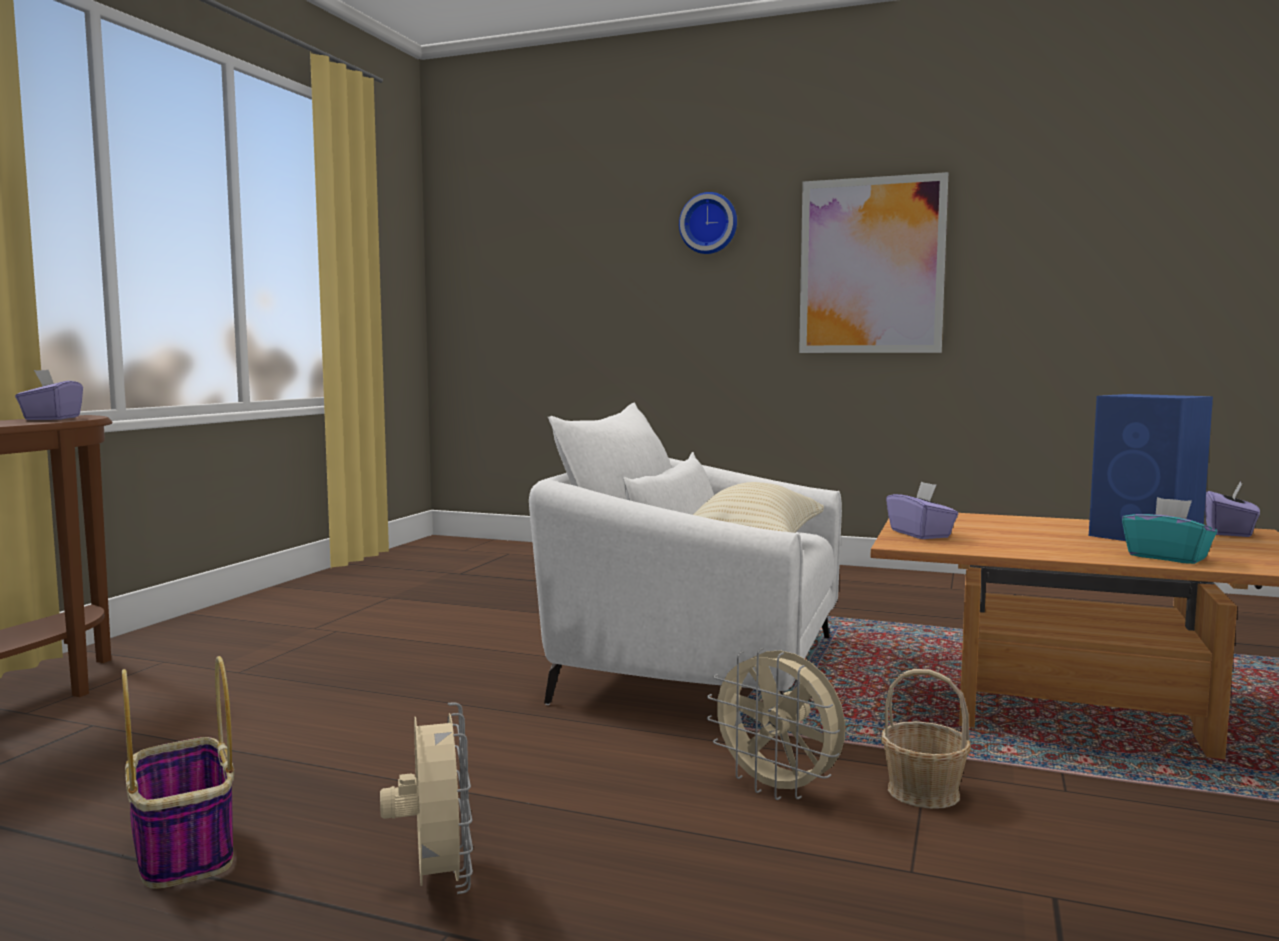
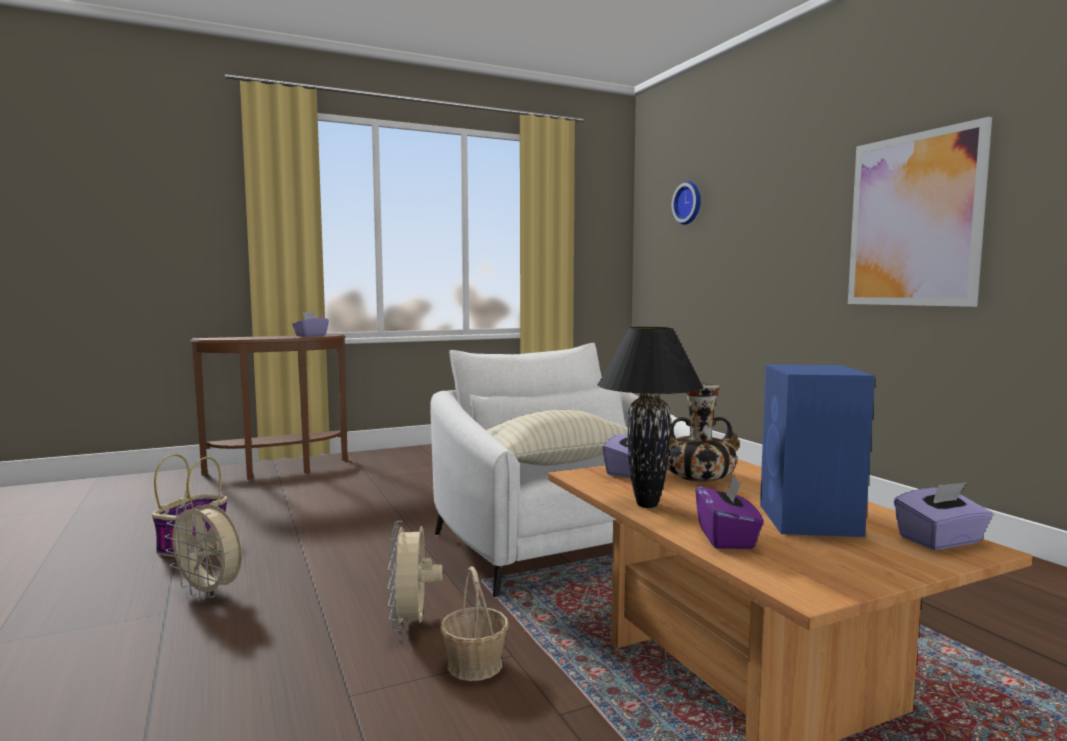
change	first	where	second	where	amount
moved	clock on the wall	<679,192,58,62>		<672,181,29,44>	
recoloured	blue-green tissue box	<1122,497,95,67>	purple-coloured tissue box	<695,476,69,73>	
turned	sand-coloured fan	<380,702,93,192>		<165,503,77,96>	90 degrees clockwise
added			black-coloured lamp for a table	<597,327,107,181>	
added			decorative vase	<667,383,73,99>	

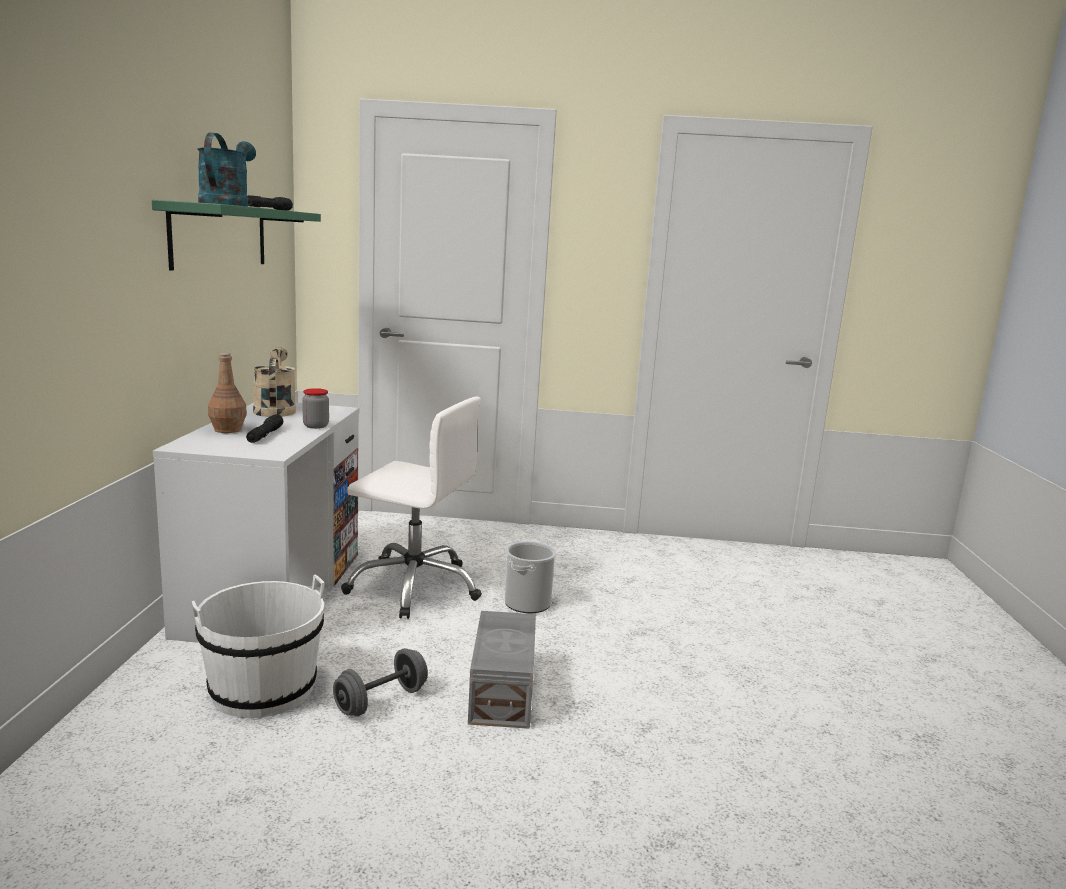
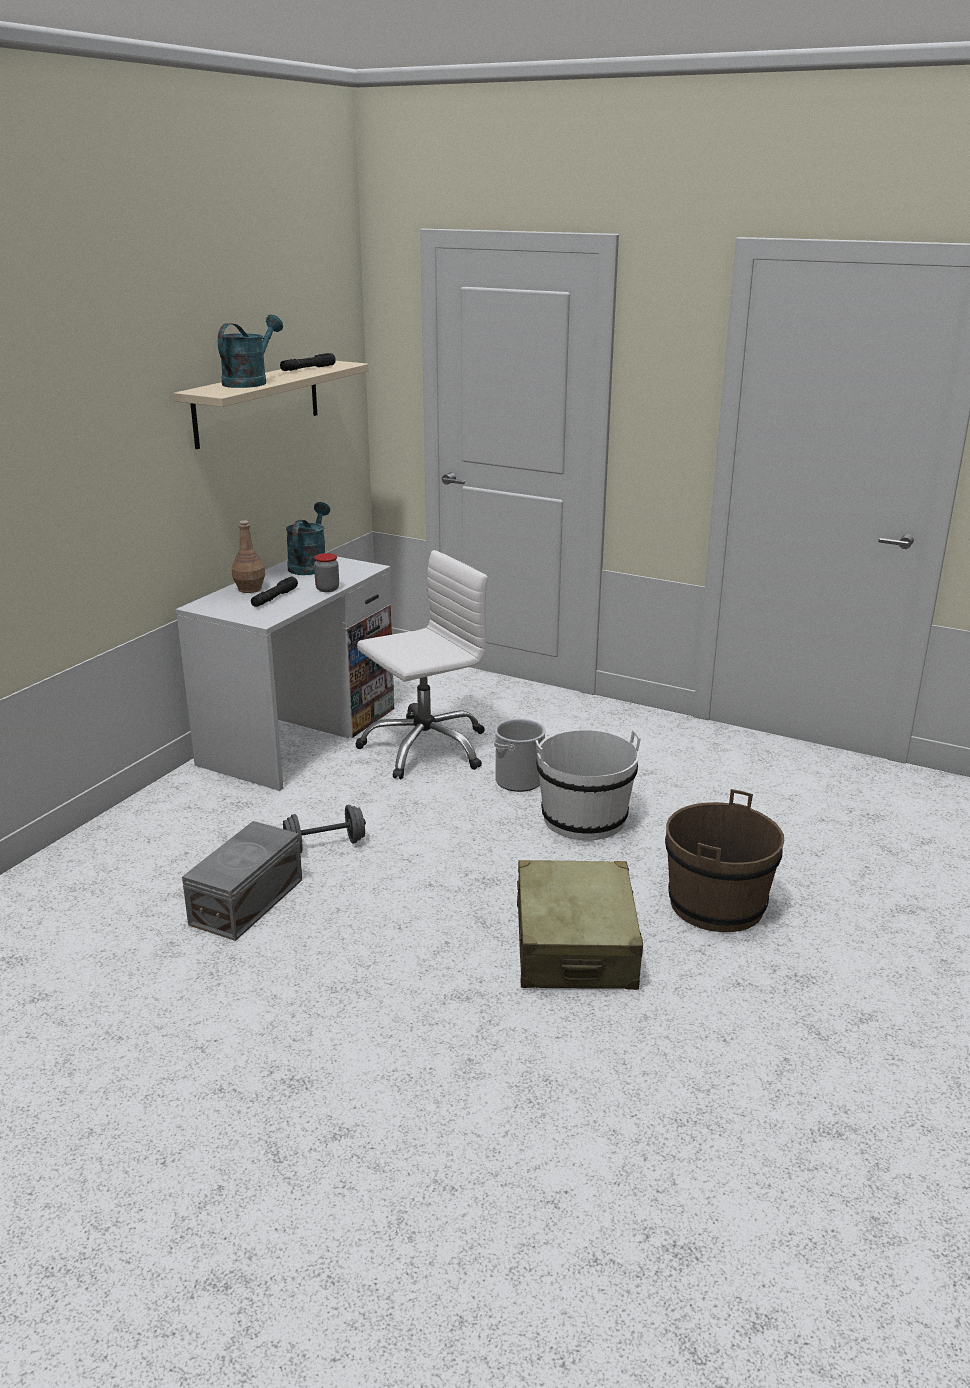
change	first	where	second	where	amount
recoloured	greenish wall shelf	<152,200,169,71>	sand-coloured wall shelf	<174,361,195,88>	
recoloured	sand-coloured sprinkling can	<253,347,43,70>	blue-green sprinkling can	<286,502,44,73>	
turned	white-coloured desk chair	<341,397,141,222>		<355,550,133,230>	75 degrees counterclockwise
moved	white-coloured pail	<192,575,132,143>		<535,729,106,112>	
moved	greyish storage container	<468,611,68,118>		<182,821,120,120>	
added			brown pail	<665,789,119,143>	
added			sand-coloured travel case	<517,860,126,130>	

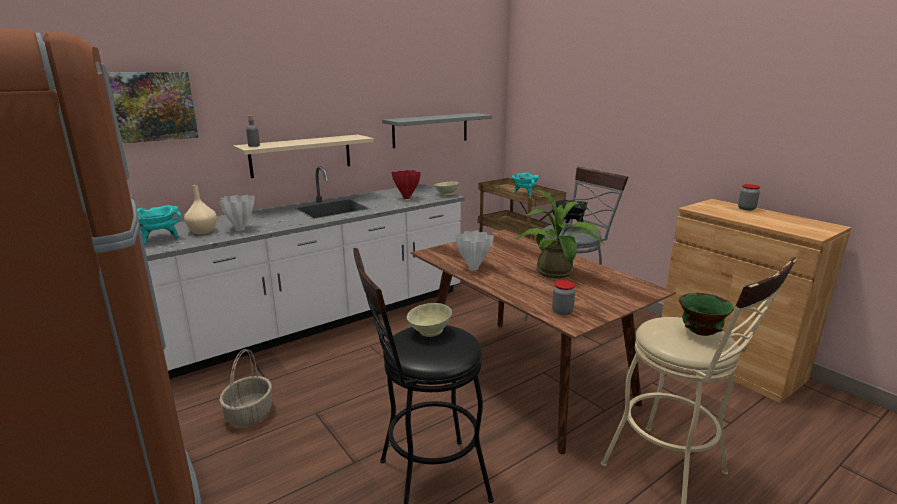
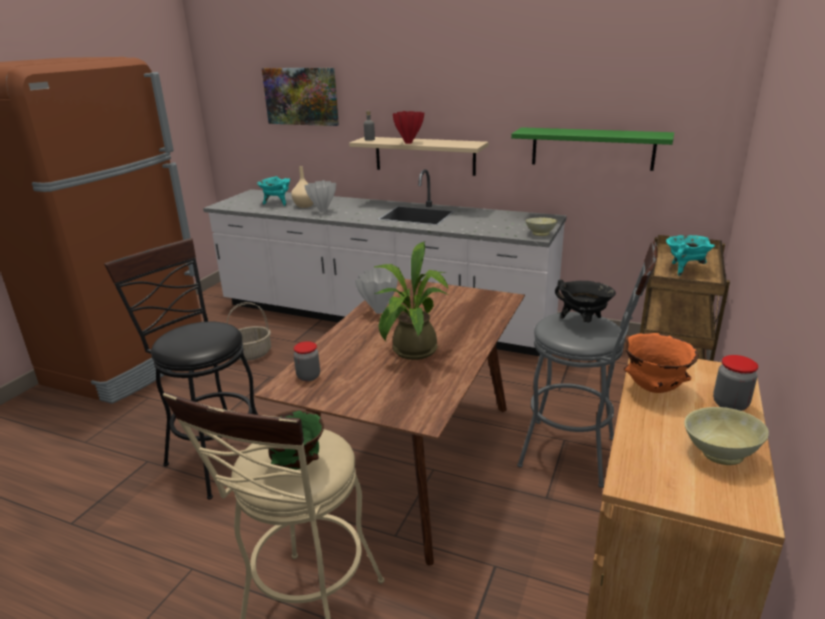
change	first	where	second	where	amount
recoloured	greyish wall shelf	<382,113,110,35>	greenish wall shelf	<511,127,163,44>	
moved	reddish decorative vase	<392,170,28,29>		<393,111,31,33>	
moved	sand-coloured deep dish	<407,303,45,34>		<684,407,85,58>	
added			orangey deep dish	<624,333,75,60>	

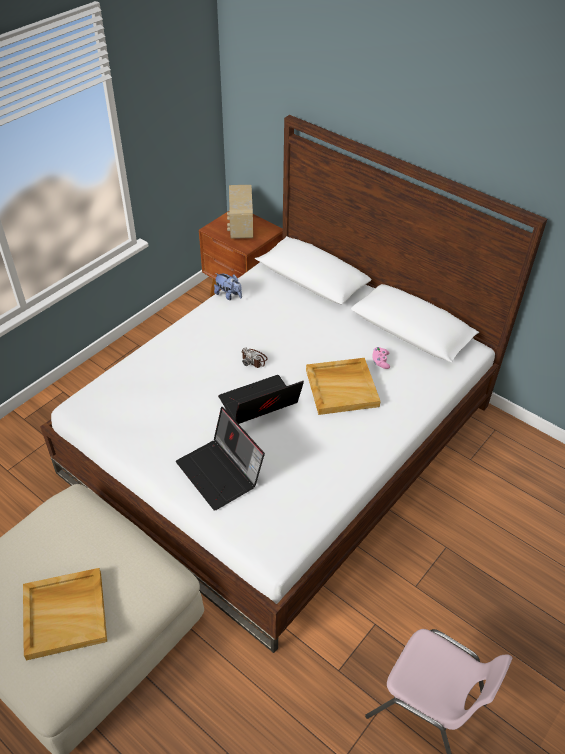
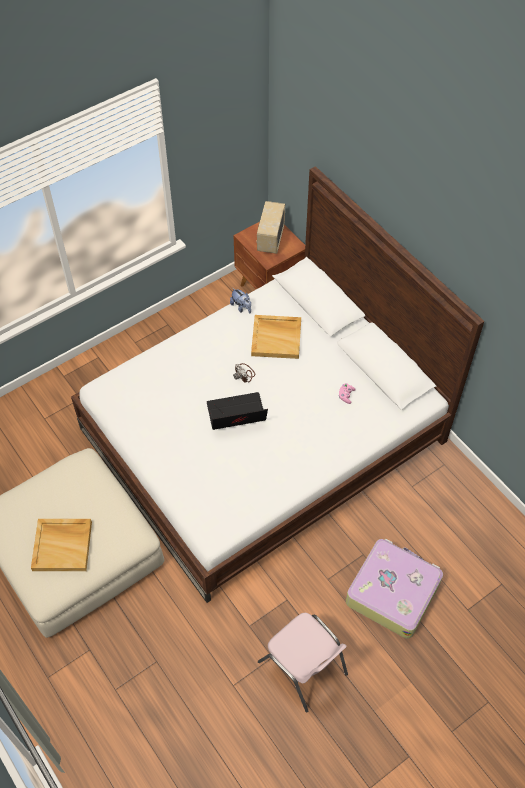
change	first	where	second	where	amount
moved	sand-coloured tray	<306,358,75,57>		<251,315,50,44>	
removed	notebook computer	<176,407,89,104>			
added			travel case	<346,539,97,100>	

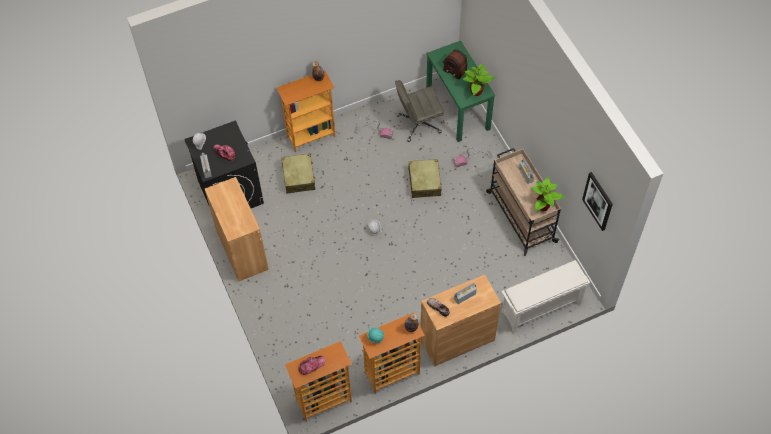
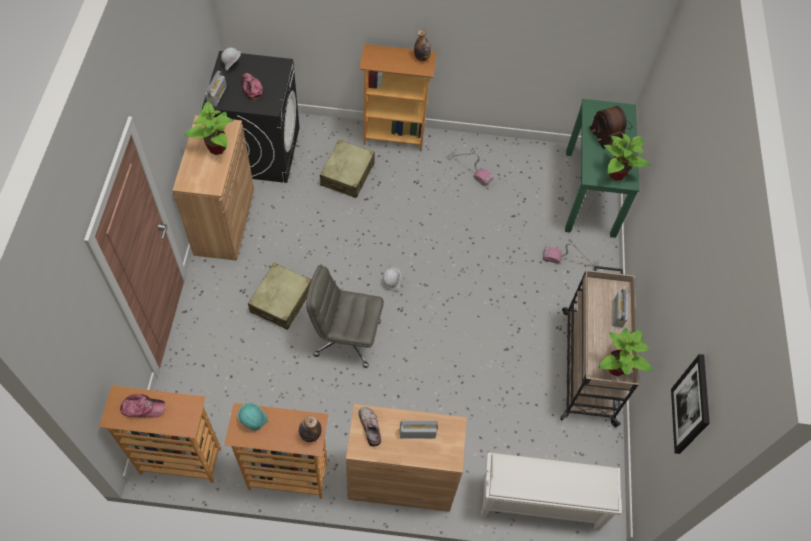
change	first	where	second	where	amount
moved	greyish desk chair	<395,80,49,62>		<306,265,78,103>	
moved	sand-coloured travel case	<409,159,33,39>		<248,263,63,67>	
added			plant in a pot	<184,101,50,54>	

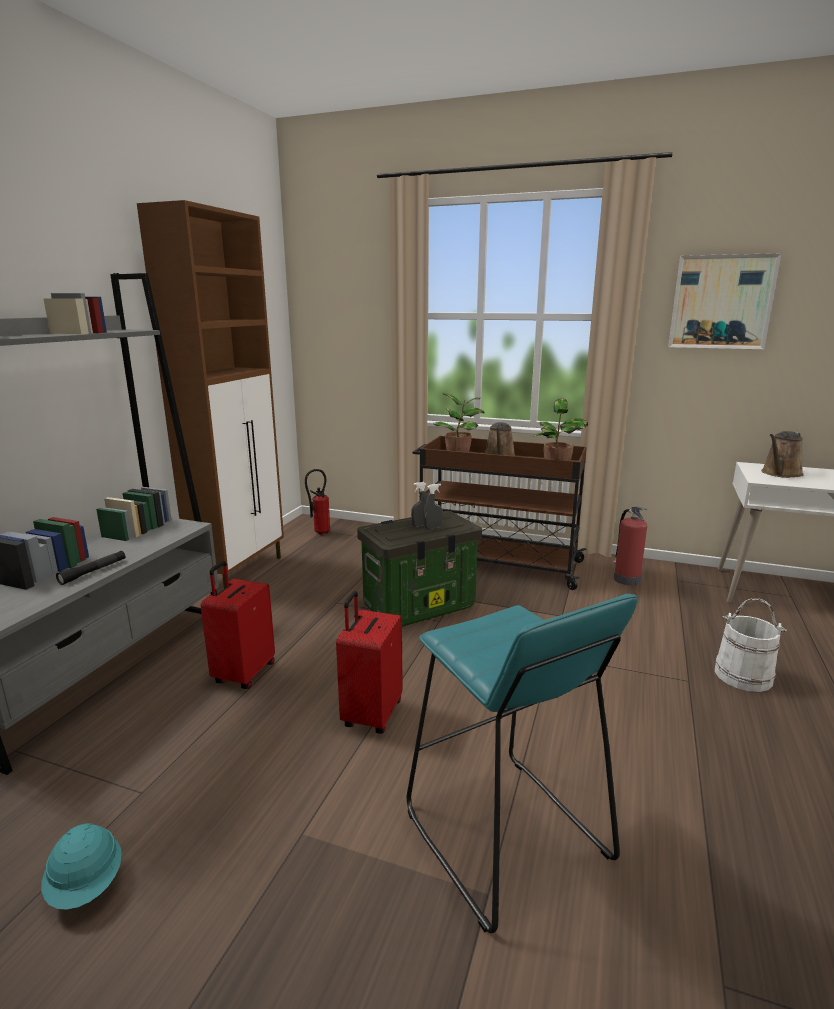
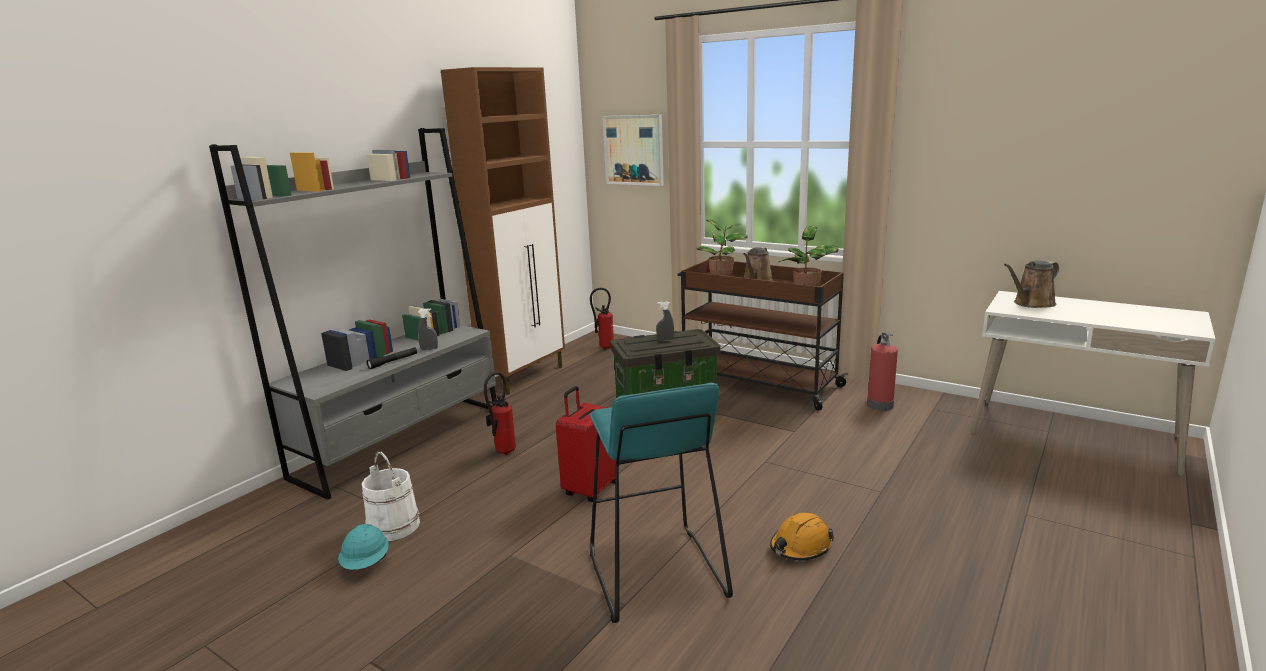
change	first	where	second	where	amount
moved	wall picture	<668,253,113,97>		<603,115,61,71>	
moved	greyish hand sprayer	<424,484,19,45>		<418,308,20,42>	
replaced	reddish travel case	<201,561,74,128>	fire extinguisher	<484,372,32,83>	
moved	white-coloured pail	<715,598,72,94>		<362,451,58,90>	
added			orangey hard hat	<770,513,64,47>	

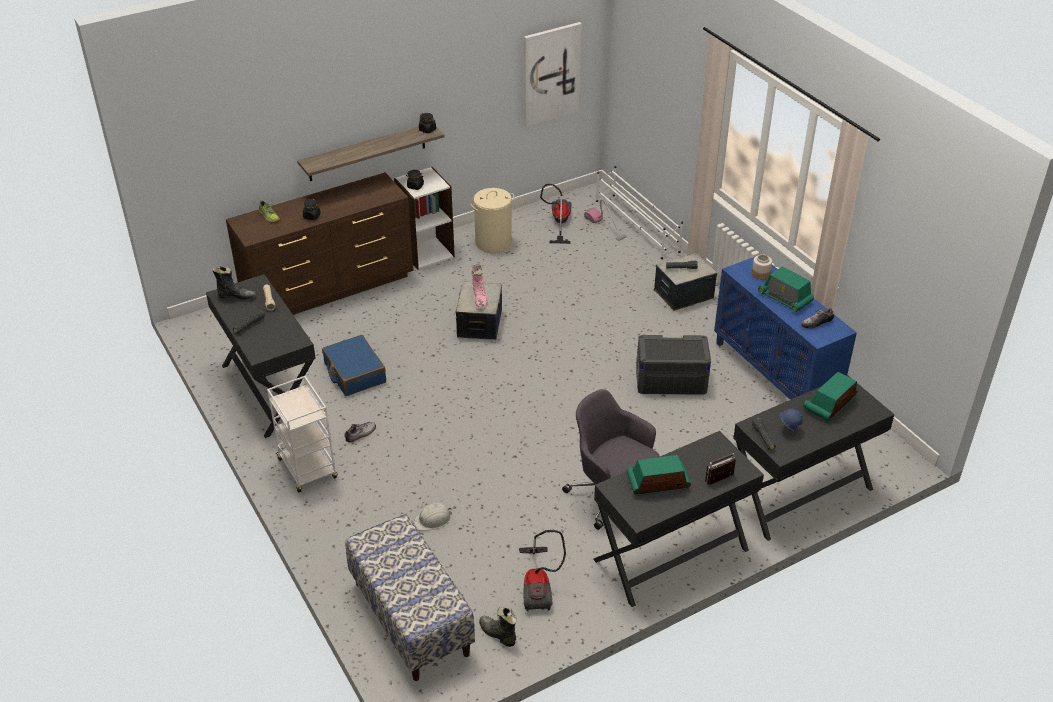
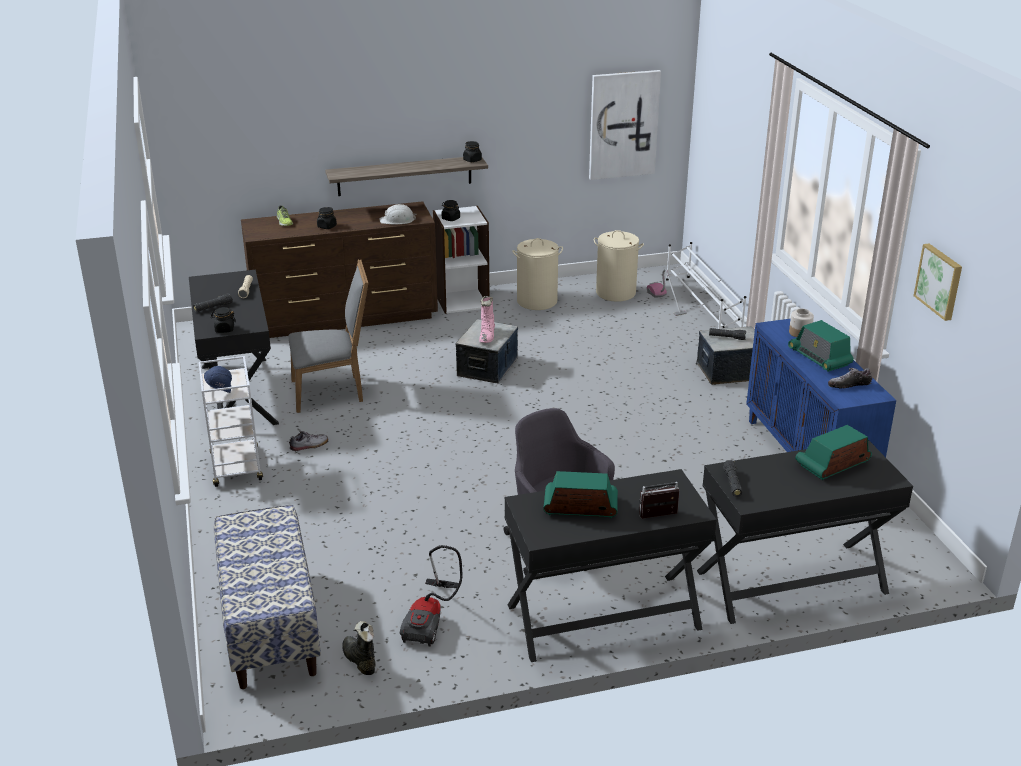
change	first	where	second	where	amount
replaced	vacuum	<540,184,32,60>	sand-coloured hamper	<594,230,50,72>	
removed	black-coloured tall boot	<212,267,44,33>			
replaced	bluish travel case	<322,335,64,61>	greyish plain chair	<289,259,79,154>	
removed	greyish storage container	<636,335,75,60>			
moved	bluish hard hat	<780,409,23,22>		<204,366,28,27>	
moved	white-coloured hard hat	<413,503,39,28>		<380,204,36,21>	
added			wall picture	<914,244,48,77>	
added			black-coloured preserve jar	<211,307,25,26>	

